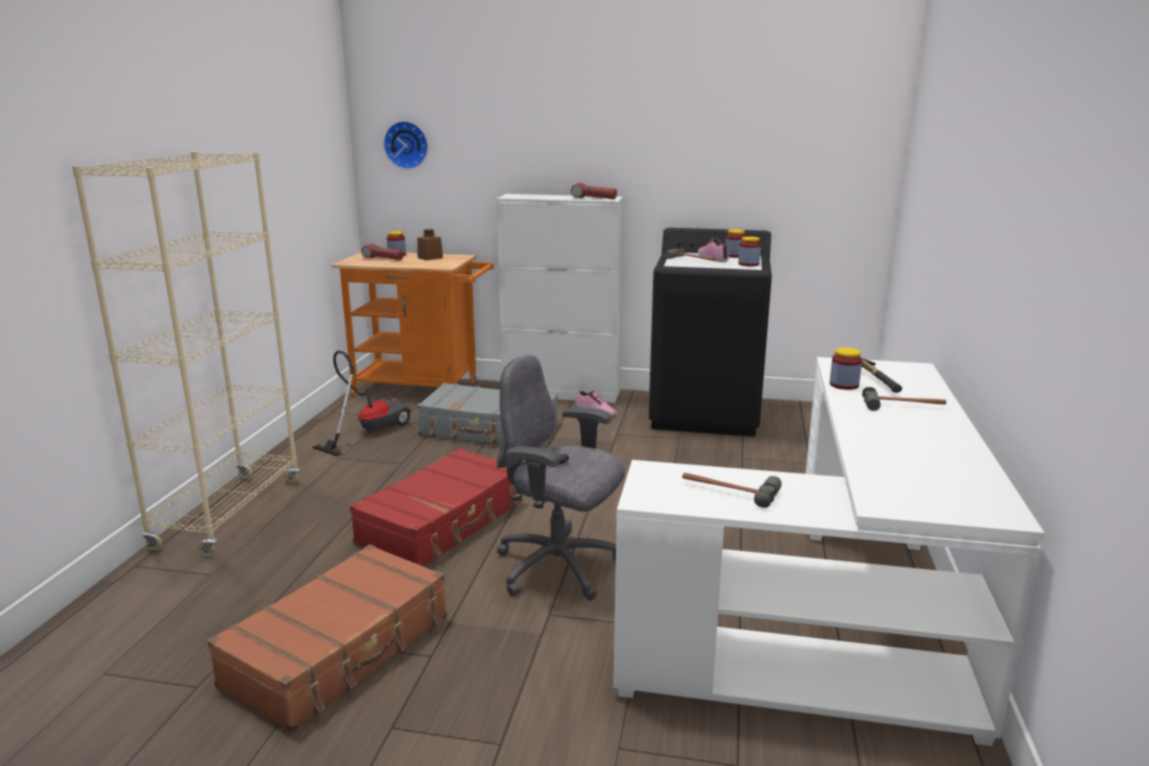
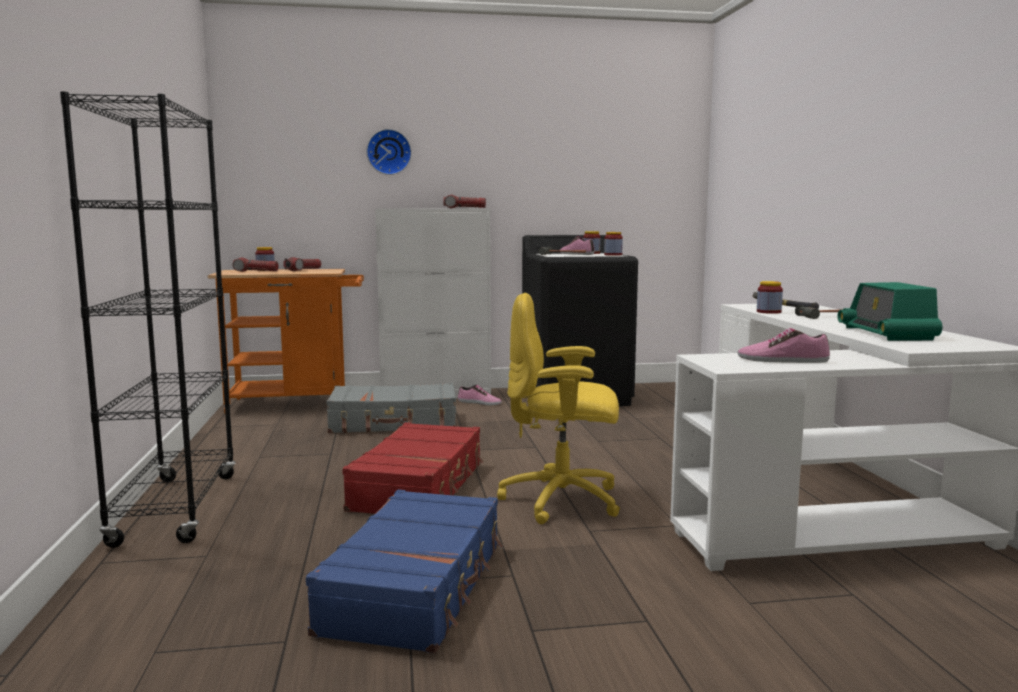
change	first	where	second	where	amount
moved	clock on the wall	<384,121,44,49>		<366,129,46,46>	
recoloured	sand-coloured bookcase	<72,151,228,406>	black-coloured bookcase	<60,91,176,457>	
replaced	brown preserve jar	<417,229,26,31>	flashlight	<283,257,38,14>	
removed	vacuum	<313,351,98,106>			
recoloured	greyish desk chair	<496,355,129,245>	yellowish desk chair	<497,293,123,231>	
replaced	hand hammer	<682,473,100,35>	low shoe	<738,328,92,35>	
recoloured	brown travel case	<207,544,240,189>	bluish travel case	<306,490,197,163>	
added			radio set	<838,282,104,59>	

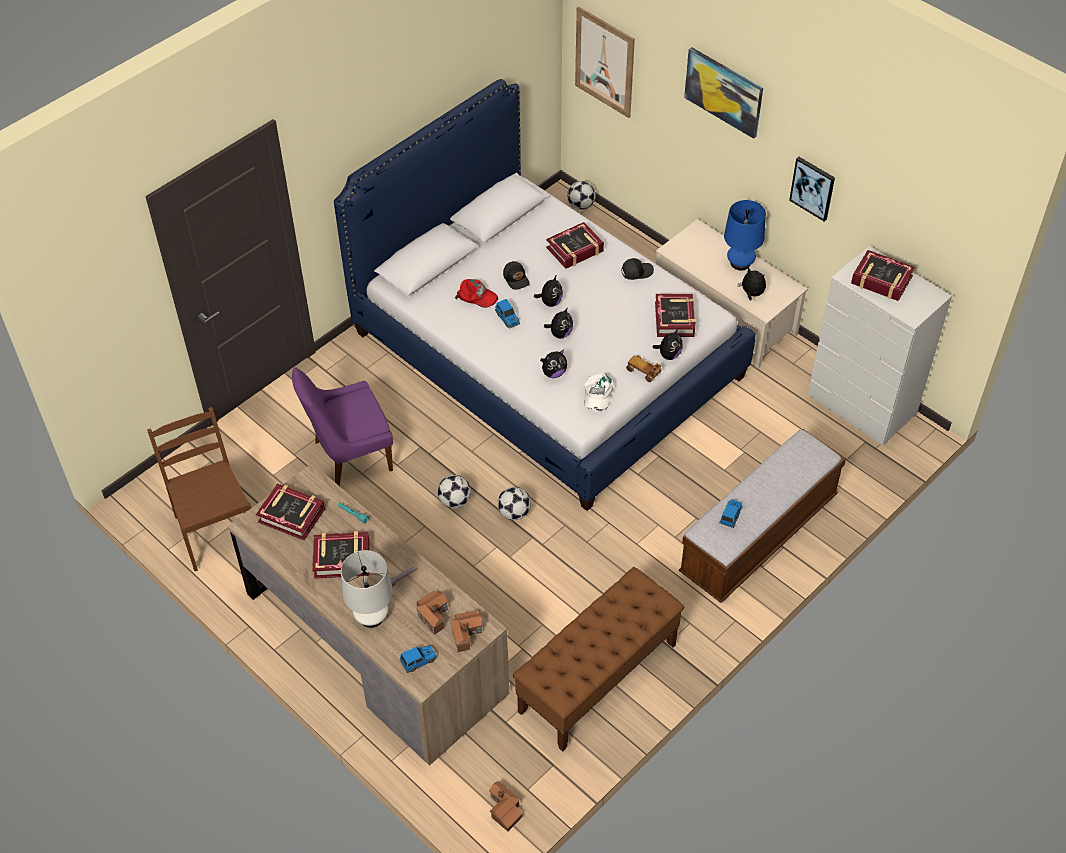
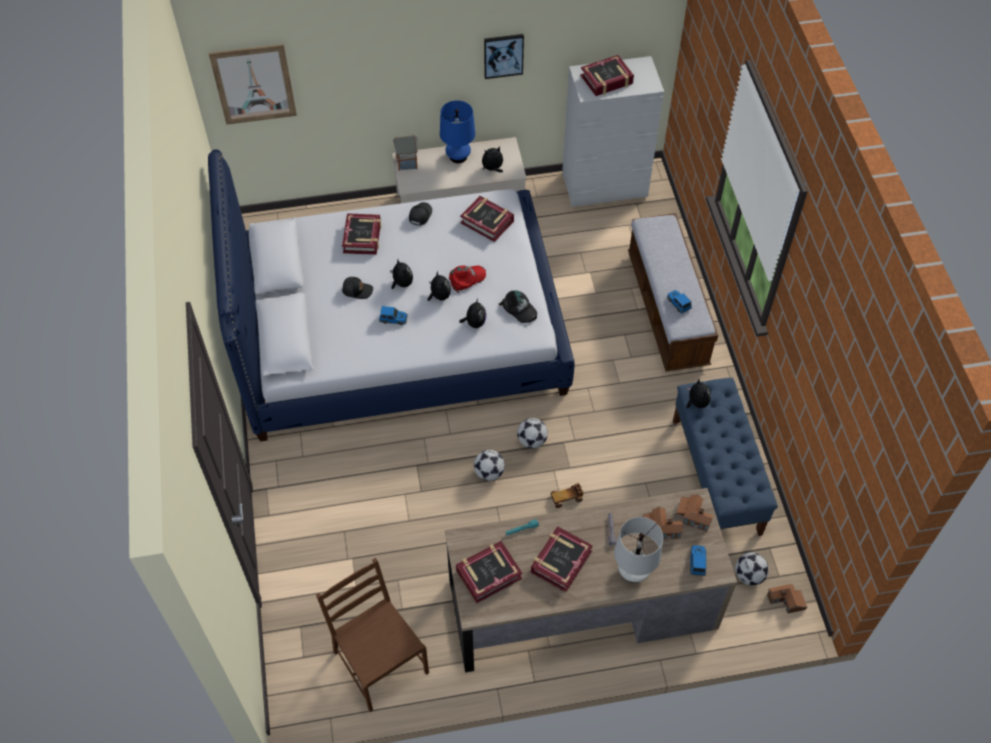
change	first	where	second	where	amount
removed	wall picture	<684,47,79,92>			
moved	football	<567,181,29,29>		<735,552,34,34>	
moved	reddish baseball cap	<455,279,43,29>		<449,265,37,28>	
moved	soft toy	<653,329,30,31>		<687,378,24,30>	
moved	toy car	<626,355,35,27>		<551,483,32,25>	
removed	purple-coloured plain chair	<292,367,101,119>			
recoloured	white-coloured baseball cap	<584,373,29,39>	black-coloured baseball cap	<499,291,38,32>	
turned	brown plain chair	<147,407,104,164>		<316,558,113,154>	45 degrees clockwise
recoloured	brown bench	<513,567,171,185>	bluish bench	<673,378,105,158>	
added			model house	<393,134,24,37>	

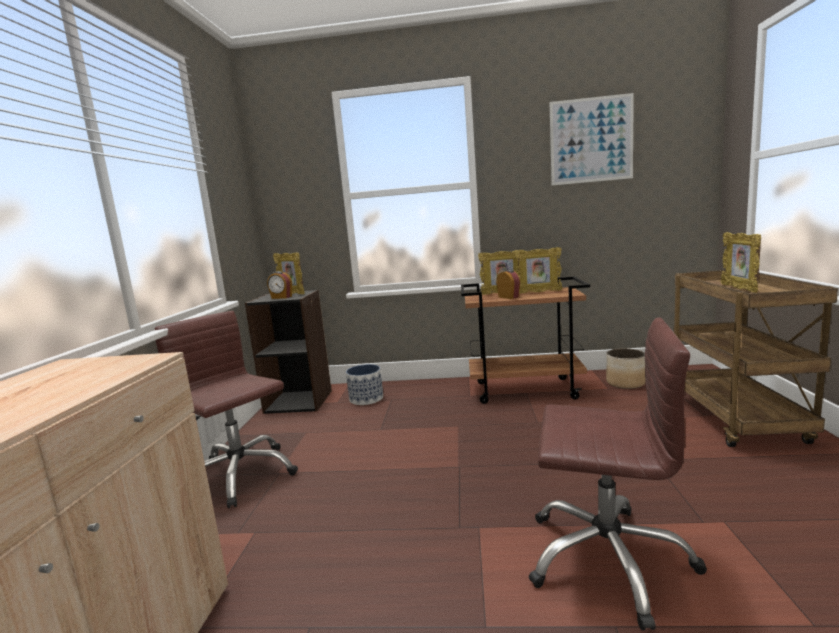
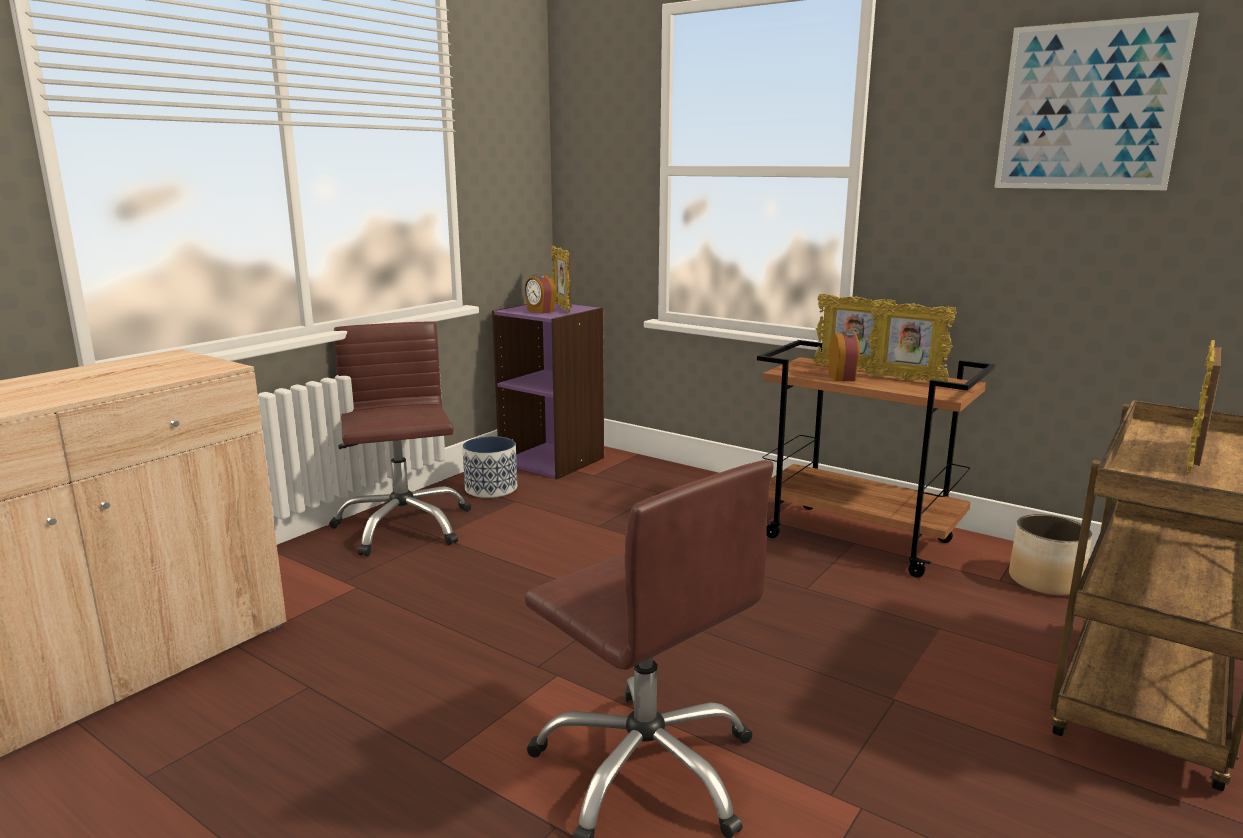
change	first	where	second	where	amount
recoloured	black-coloured bookcase	<245,290,87,124>	purple-coloured bookcase	<492,304,112,175>	
moved	plant pot	<346,364,37,41>		<463,436,54,62>	

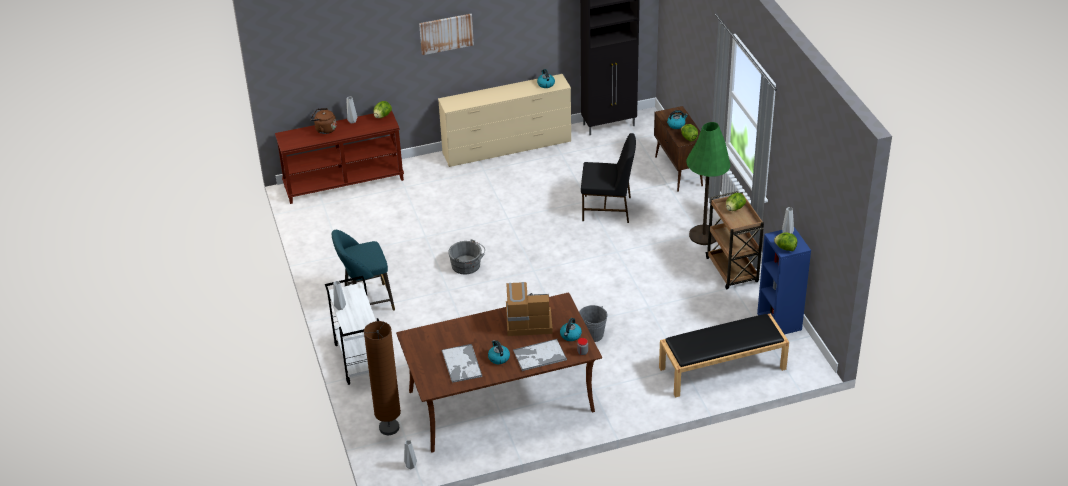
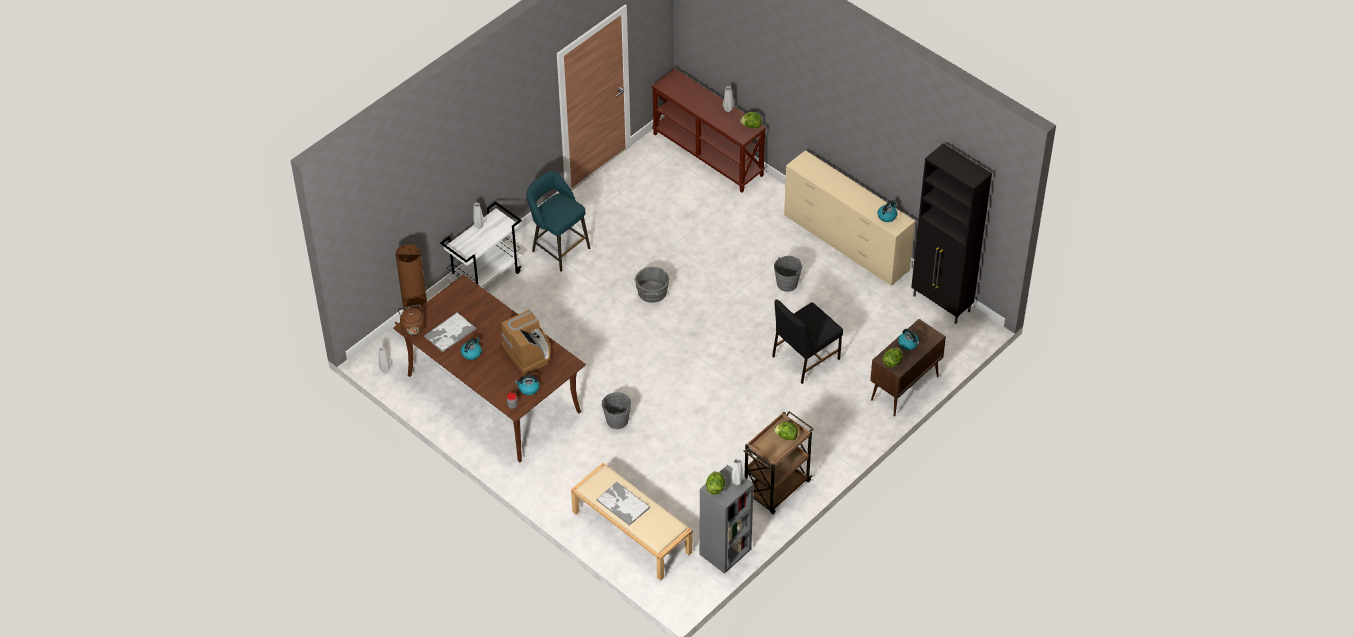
change	first	where	second	where	amount
removed	wall picture	<419,14,55,41>			
moved	brown water kettle	<310,108,26,26>		<395,304,30,32>	
removed	greenish standing lamp	<686,122,45,123>			
turned	black-coloured plain chair	<581,133,55,90>		<772,299,71,85>	75 degrees clockwise
recoloured	bluish bookcase	<757,227,54,108>	greyish bookcase	<700,465,53,109>	
recoloured	black-coloured bench	<659,313,130,84>	sand-coloured bench	<571,463,121,118>	
moved	tray	<513,339,54,32>		<596,482,54,44>	
added			greyish pail	<774,256,28,36>	

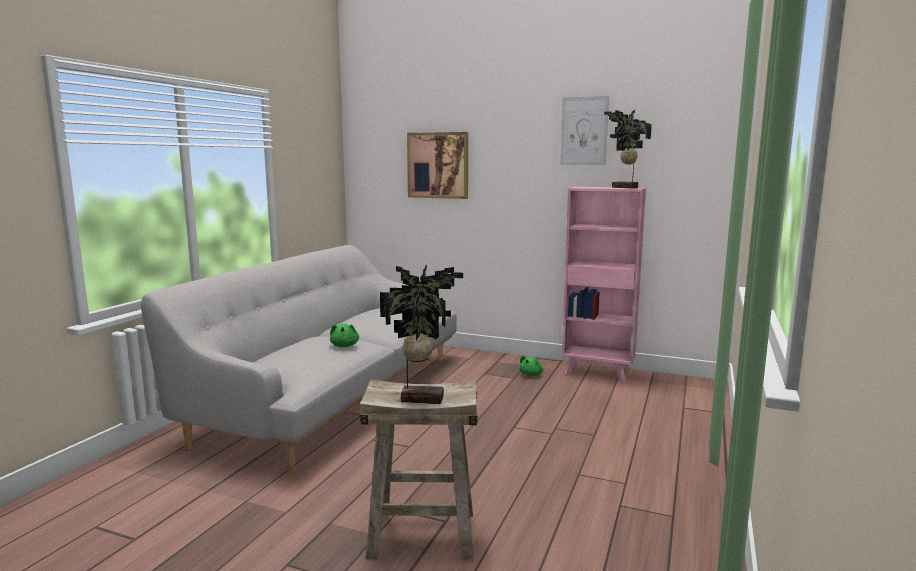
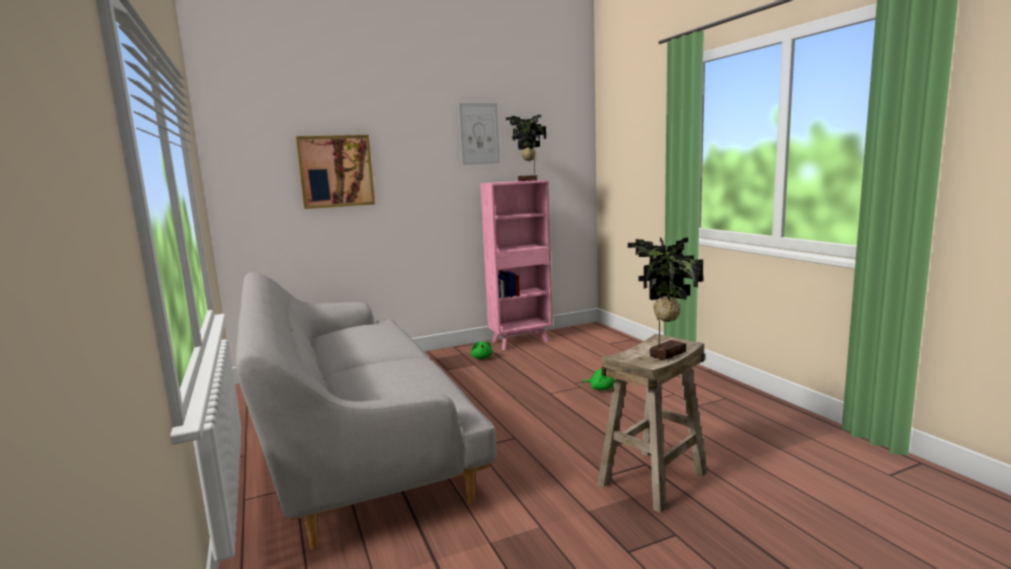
change	first	where	second	where	amount
moved	greenish soft toy	<330,324,29,23>		<583,369,31,21>	

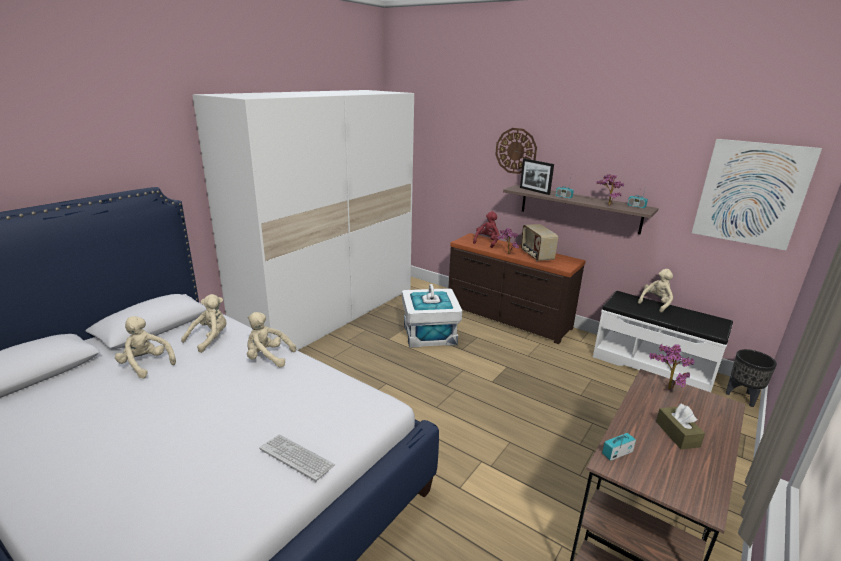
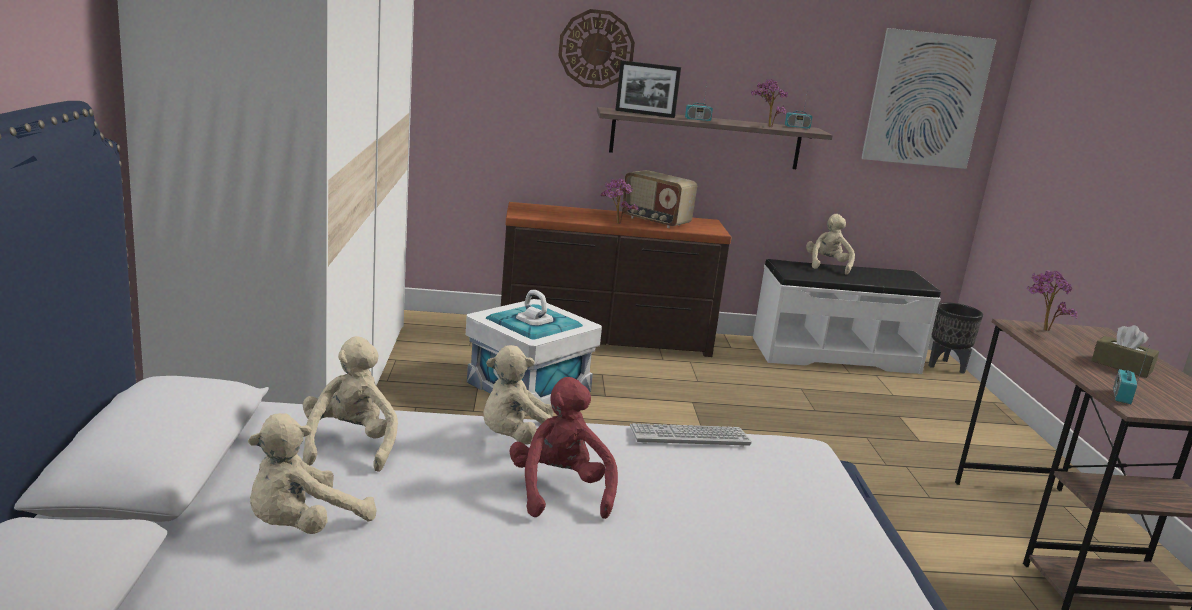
change	first	where	second	where	amount
moved	reddish soft toy	<473,211,27,37>		<510,377,108,142>	
turned	sand-coloured soft toy	<115,316,61,62>		<248,413,128,121>	45 degrees counterclockwise
moved	keyboard	<259,435,76,47>		<630,423,122,24>	

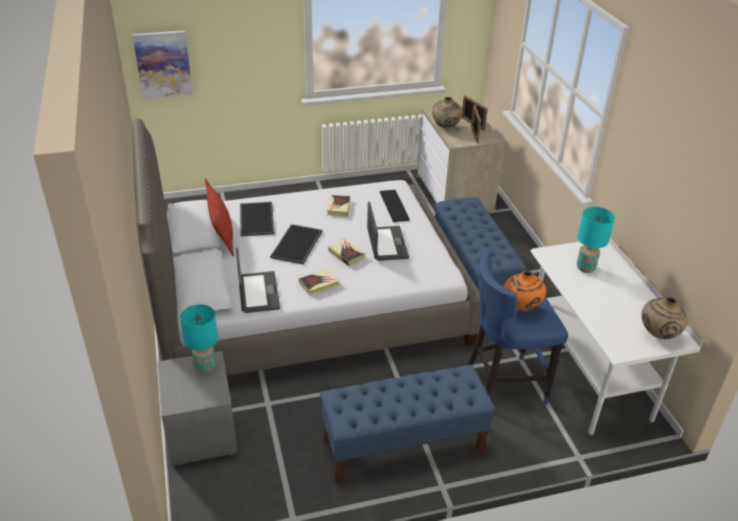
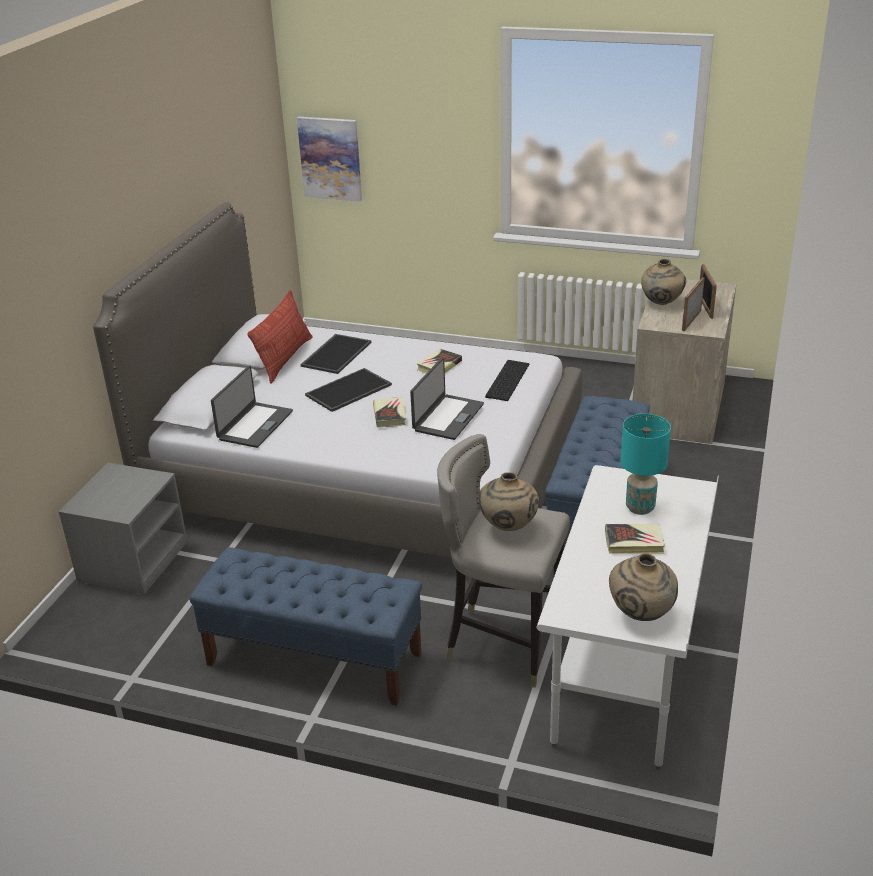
change	first	where	second	where	amount
recoloured	bluish sitting stool	<467,250,101,155>	greyish sitting stool	<437,434,133,253>	
moved	book	<299,269,41,26>		<605,524,60,30>	
recoloured	orangey decorative vase	<503,271,43,40>	sand-coloured decorative vase	<478,472,61,59>	
removed	blue-green lamp for a table	<180,304,38,69>			

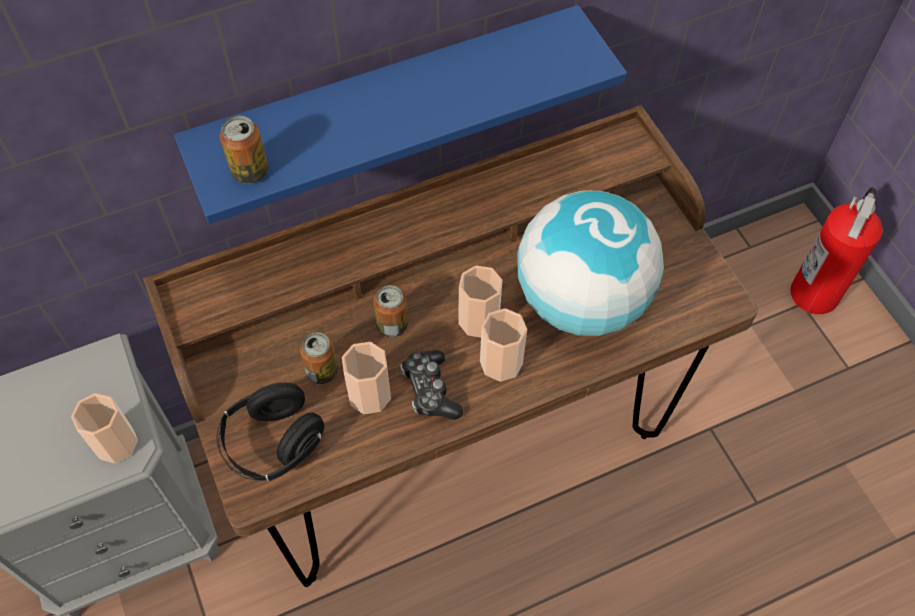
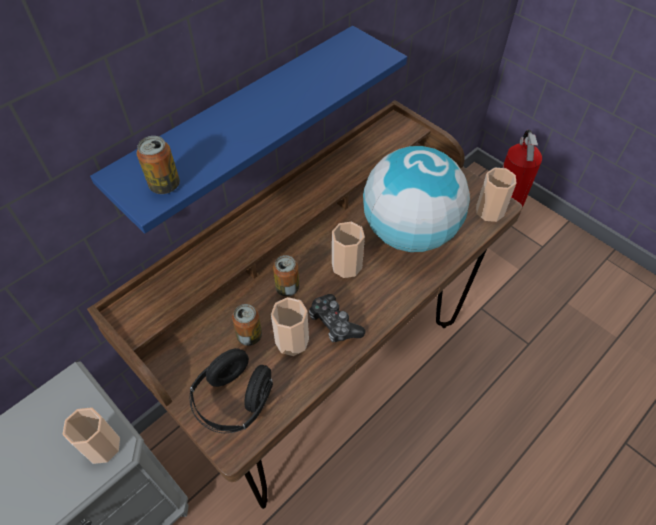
change	first	where	second	where	amount
moved	cup	<480,308,47,74>		<476,168,40,54>	

